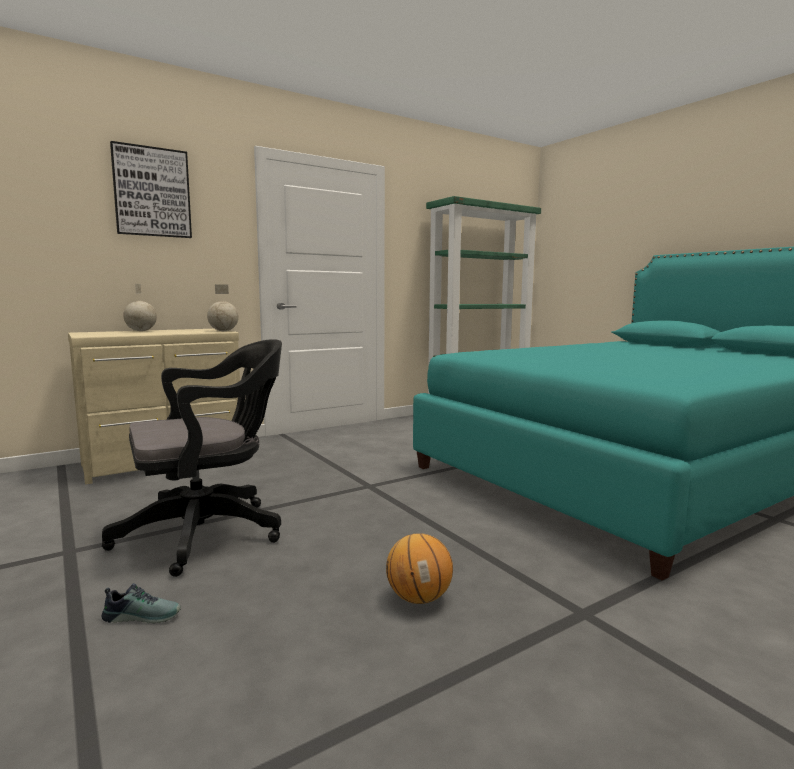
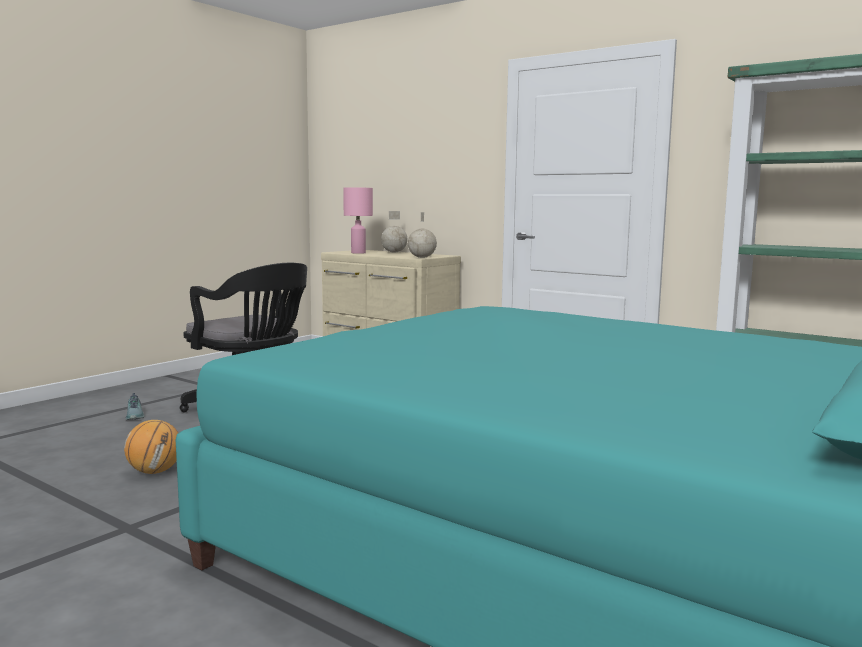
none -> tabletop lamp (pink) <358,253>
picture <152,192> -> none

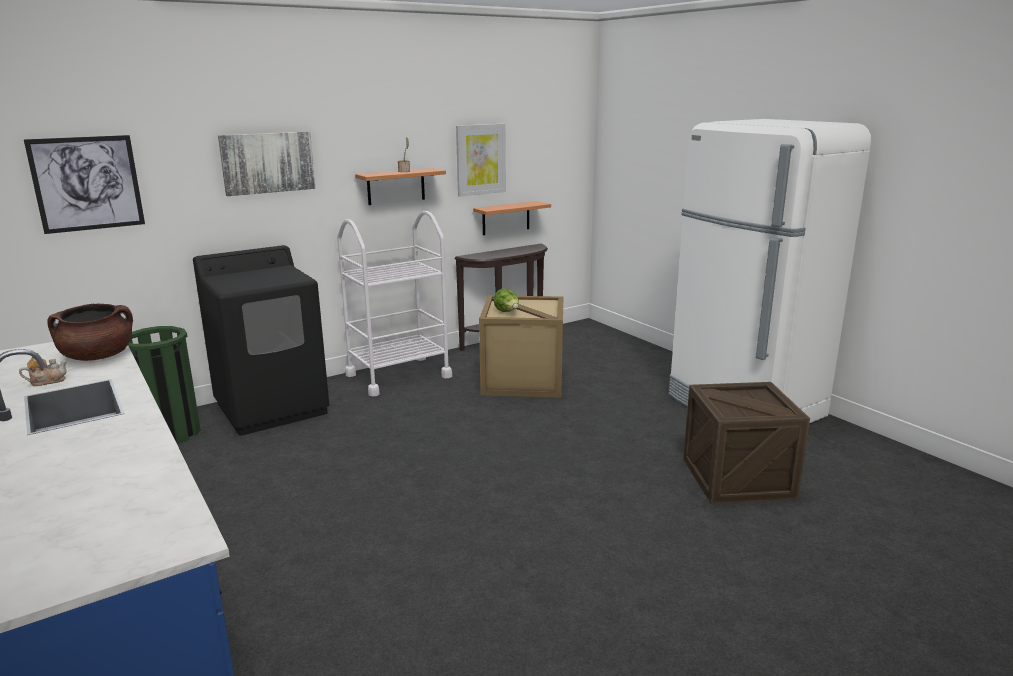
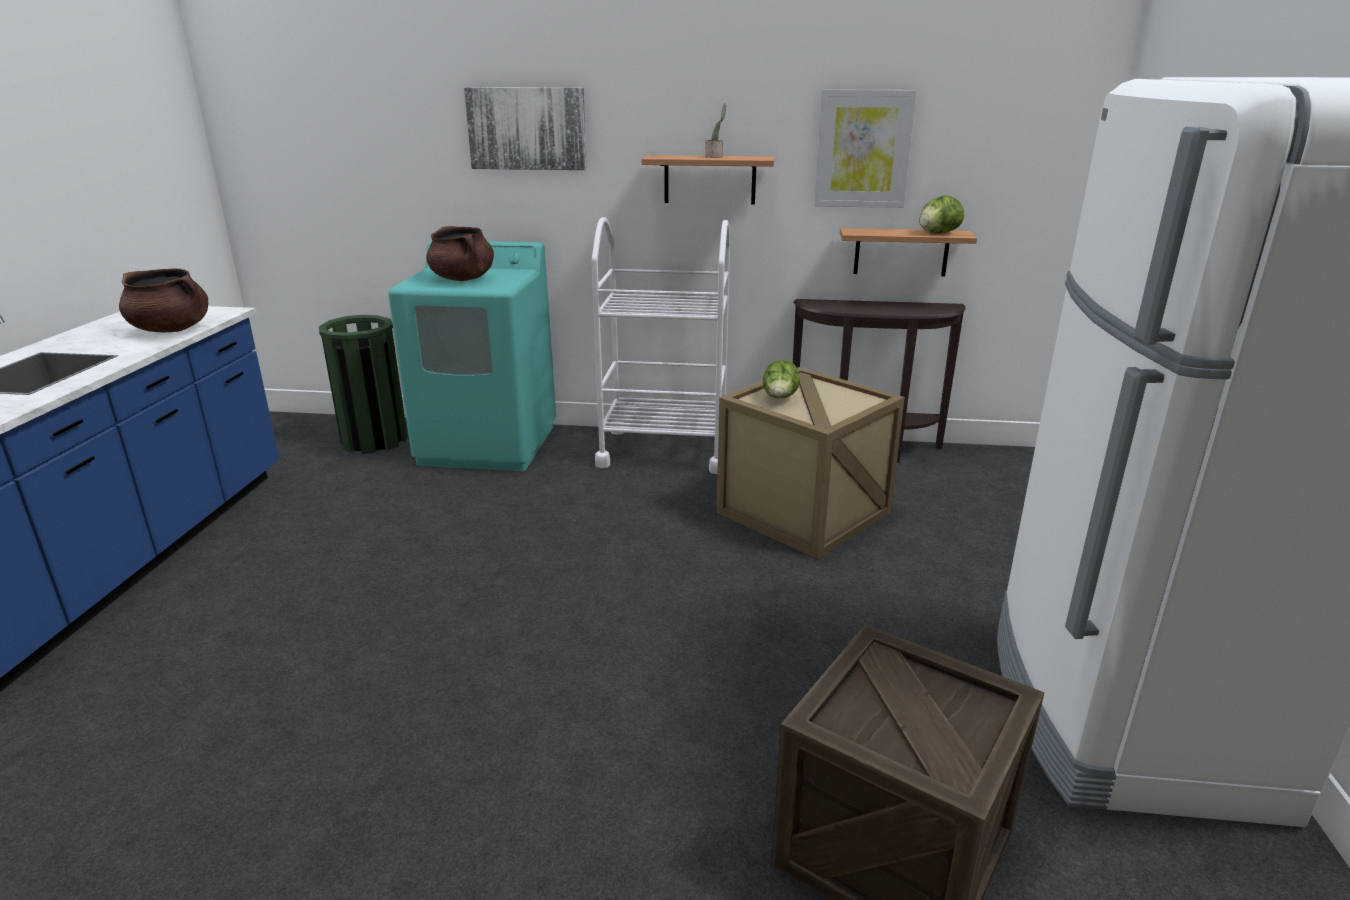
laundry appliance (black-coloured) <272,408> -> laundry appliance (turquoise-coloured) <489,445>
none -> cooking pot (brown-coloured) <463,279>
none -> lettuce <937,233>
tea pot <47,381> -> none
picture <87,183> -> none

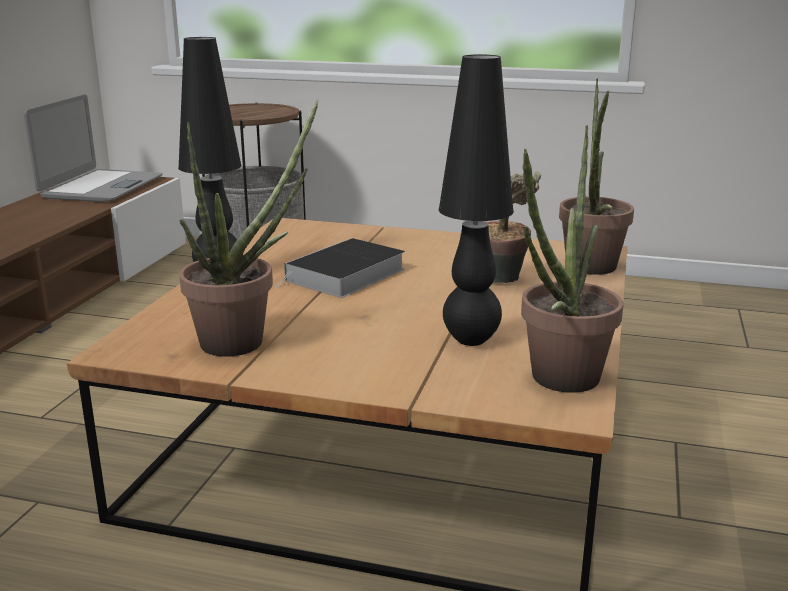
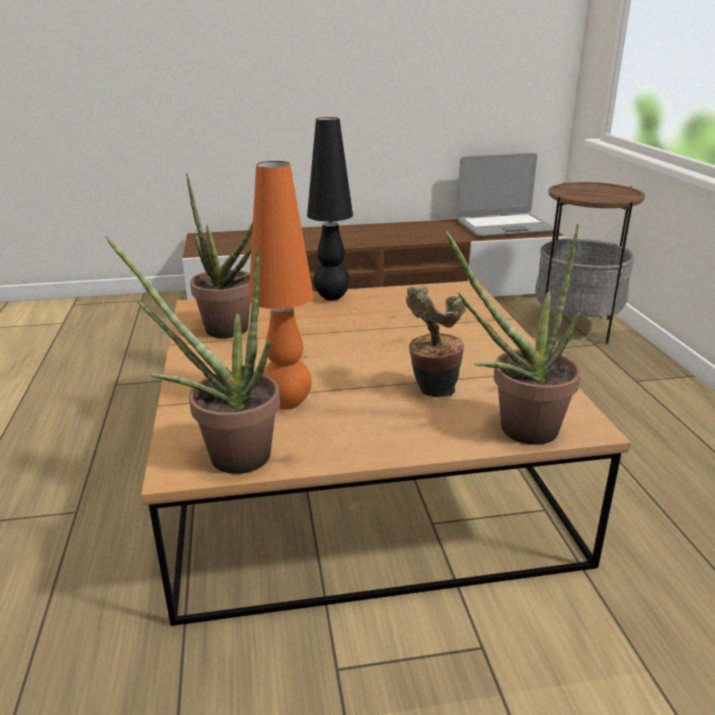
tabletop lamp (black-coloured) <471,340> -> tabletop lamp (orange-coloured) <287,404>
book <344,276> -> none

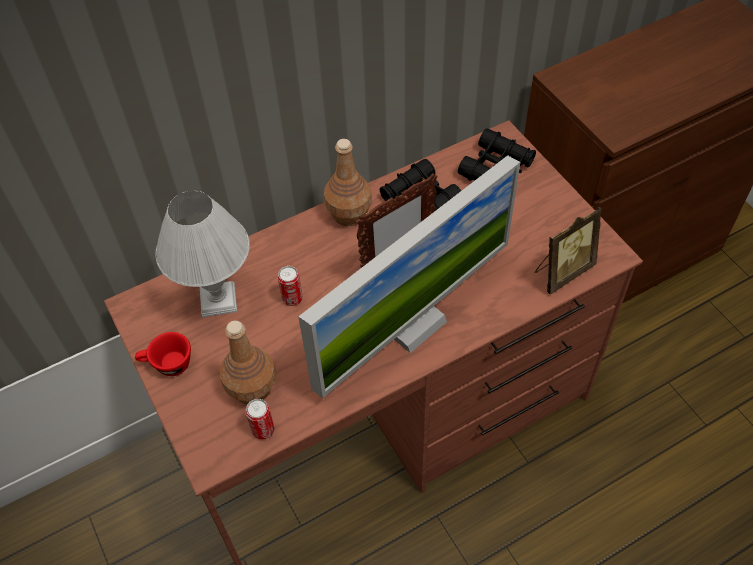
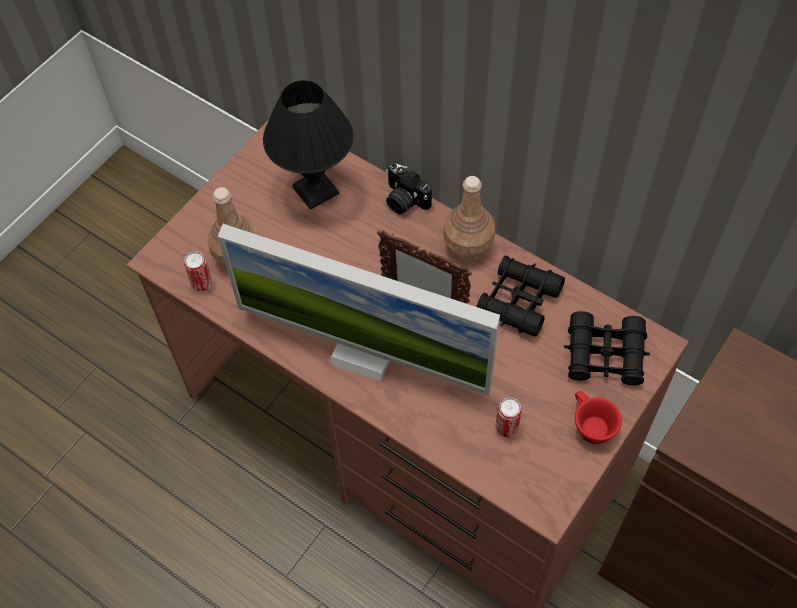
tabletop lamp (white-coloured) <217,301> -> tabletop lamp (black-coloured) <314,190>
none -> still camera <404,200>
metal can <292,298> -> metal can <506,427>, move
small cup (red-coloured) <167,365> -> small cup (red-coloured) <590,425>, move
picture frame <562,271> -> none

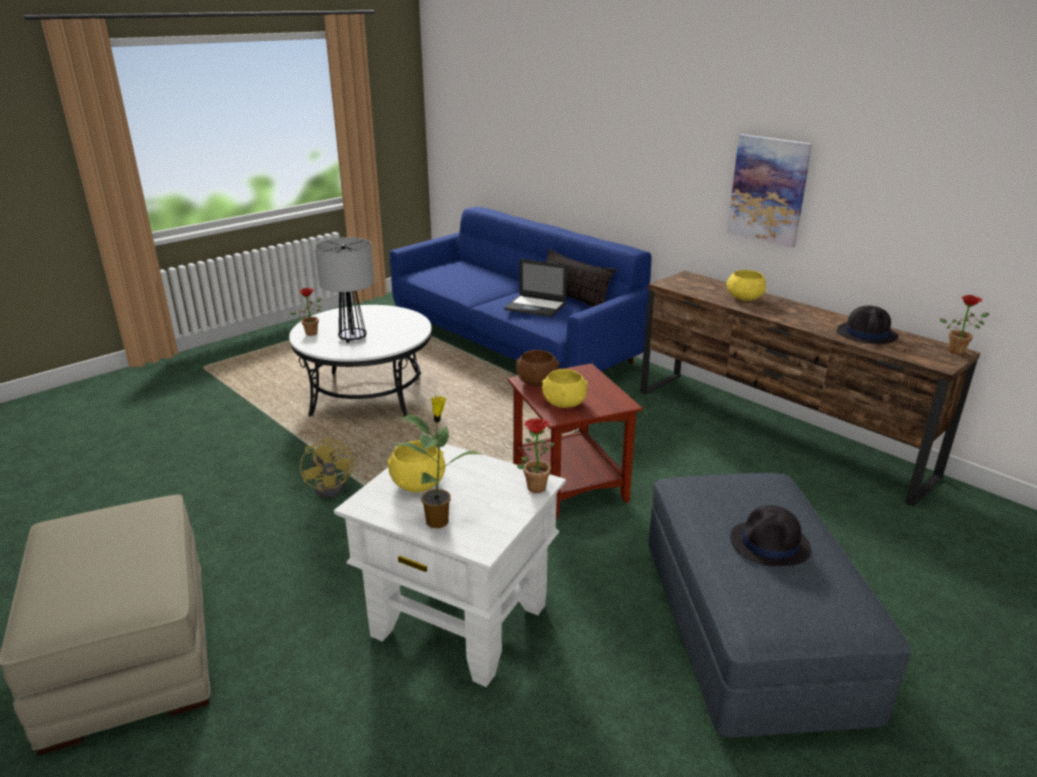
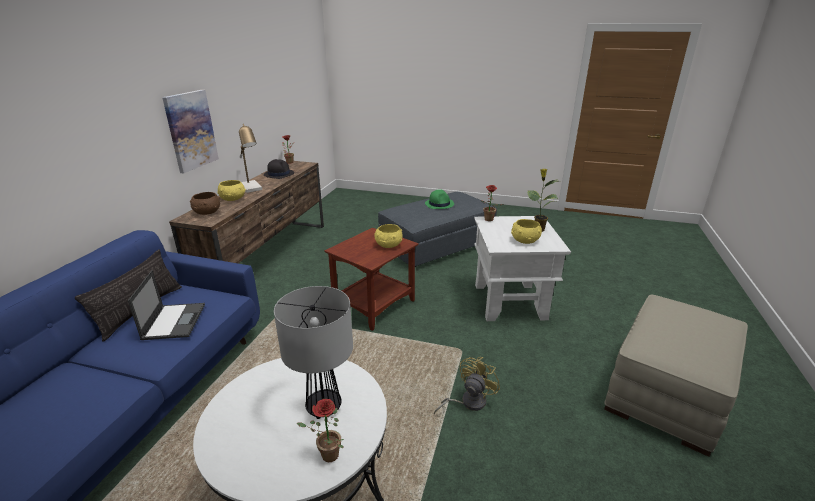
bowl (brown-coloured) <537,382> -> bowl (brown-coloured) <207,212>, move
none -> tabletop lamp <252,188>
clothing hat (black-coloured) <770,544> -> clothing hat (greenish) <439,204>

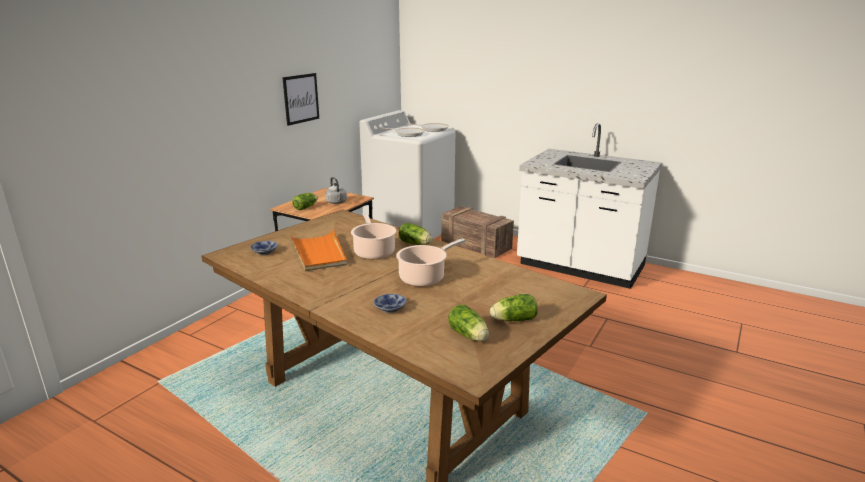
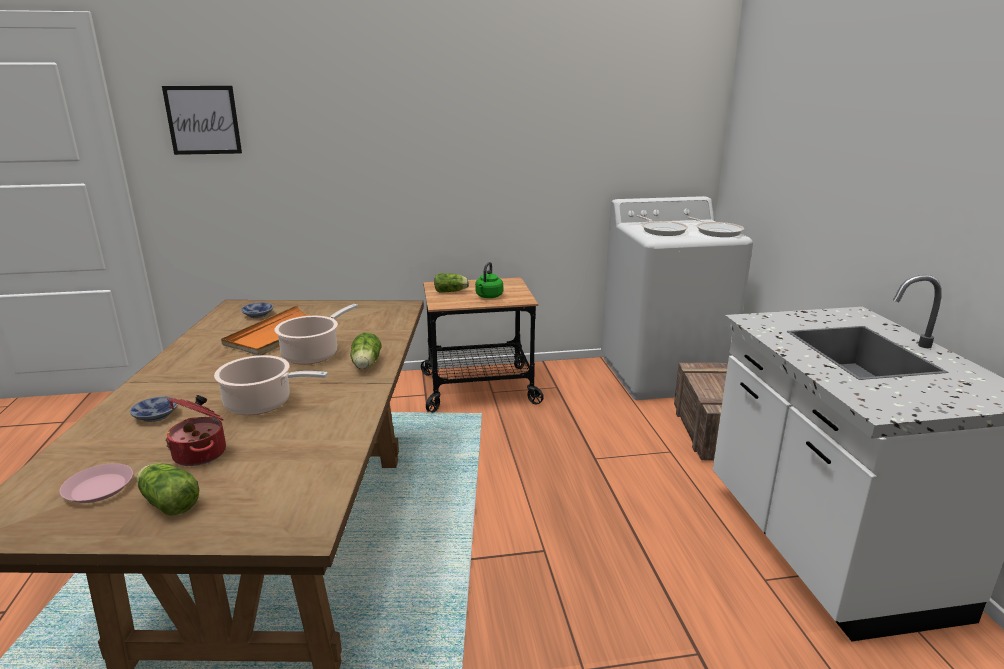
lettuce <469,336> -> dinner plate (pink) <99,488>
picture <301,98> -> picture <203,120>, move
none -> cooking pot <201,453>
tea kettle (grey) <337,202> -> tea kettle (greenish) <488,296>

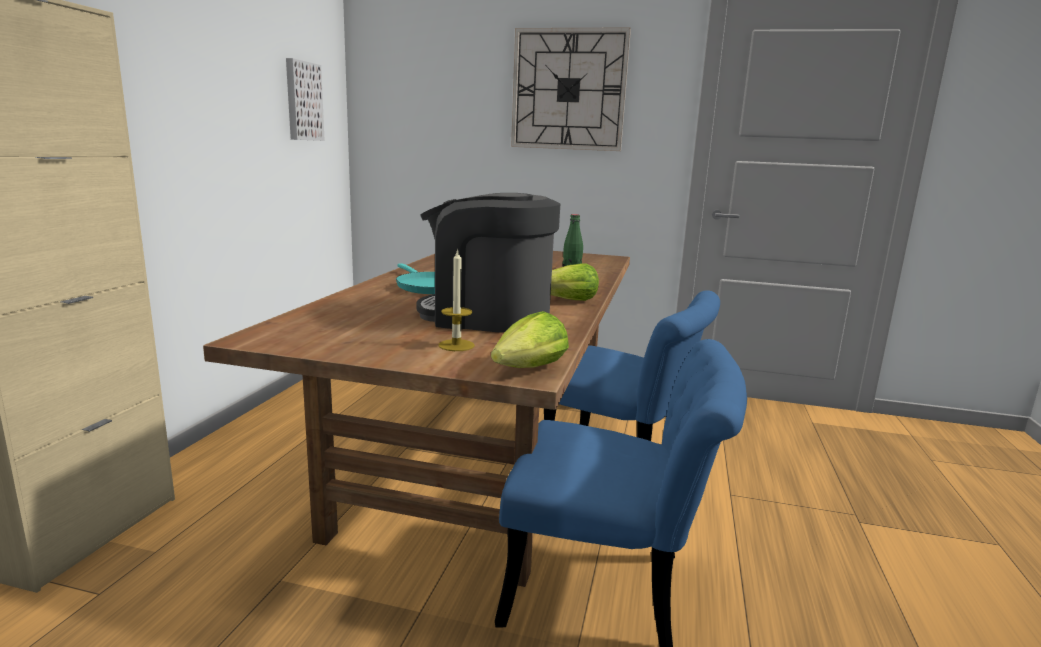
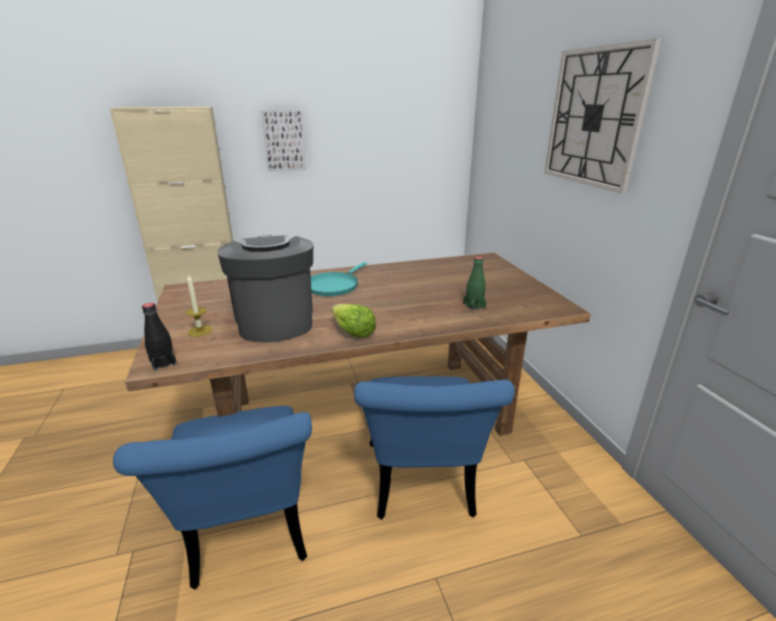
lettuce <530,369> -> drink bottle (black-coloured) <163,363>
picture <302,101> -> picture <284,140>, move

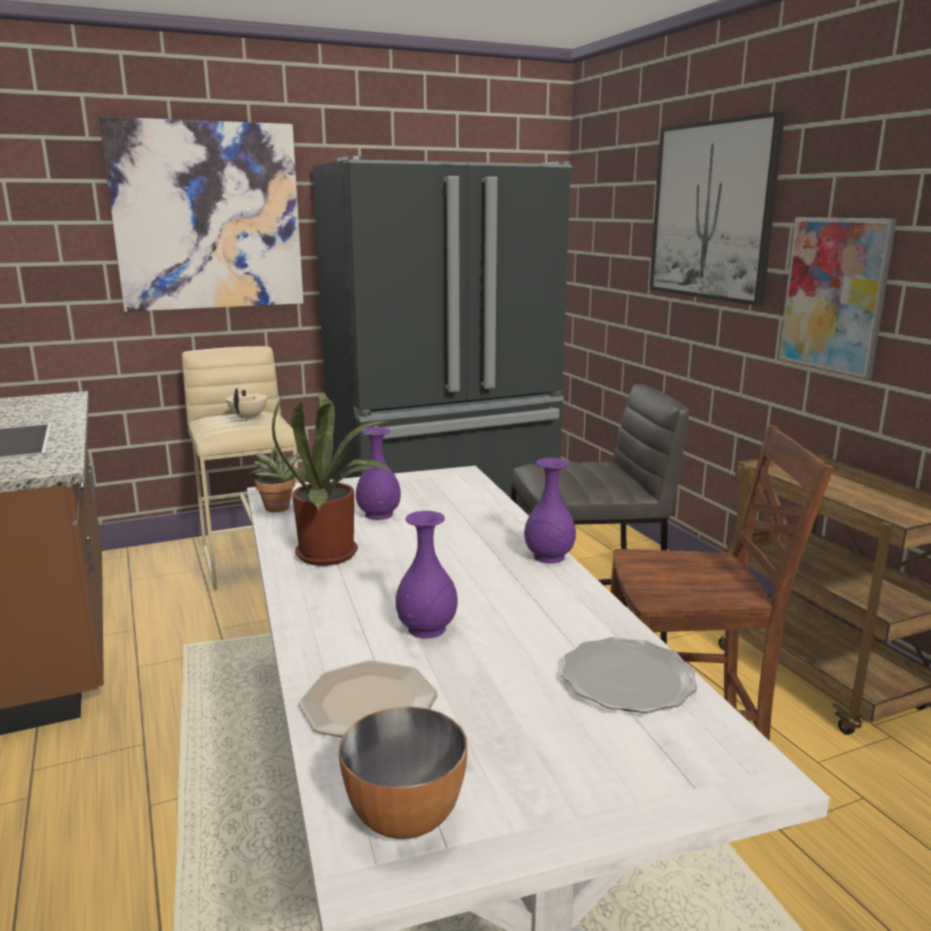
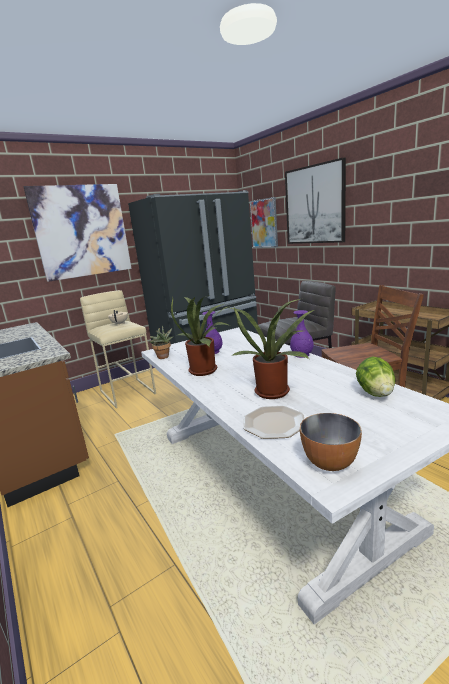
vase (purple-coloured) <427,629> -> plant in a pot <274,391>
picture <834,295> -> picture <264,223>, move
dinner plate <628,680> -> lettuce <375,393>

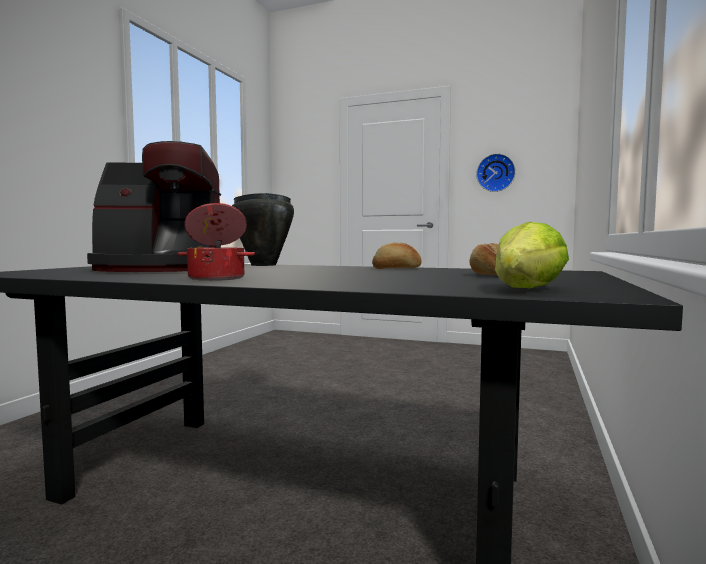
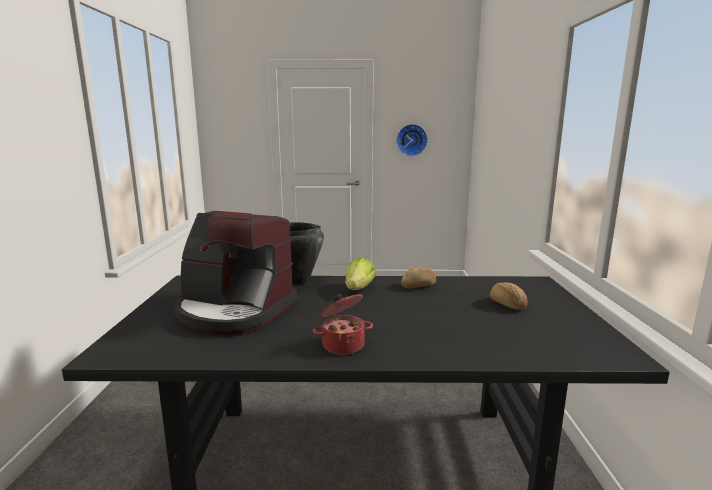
coffee machine <160,269> -> coffee machine <234,311>, 45 degrees clockwise
lettuce <527,289> -> lettuce <359,289>, move

